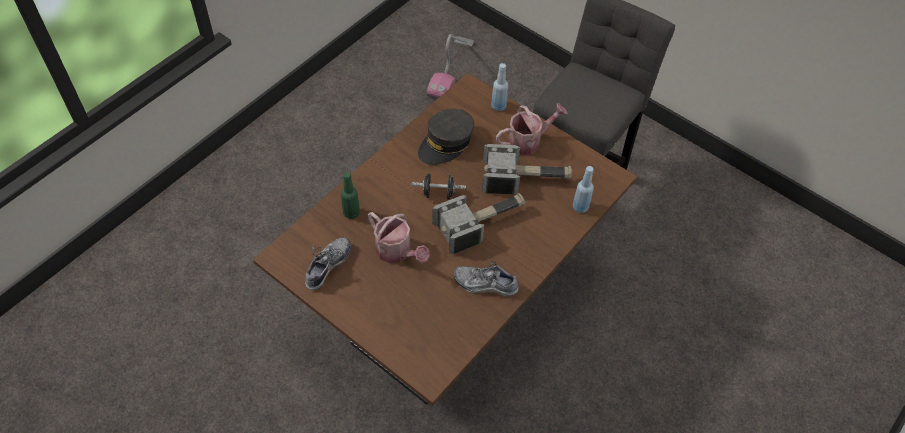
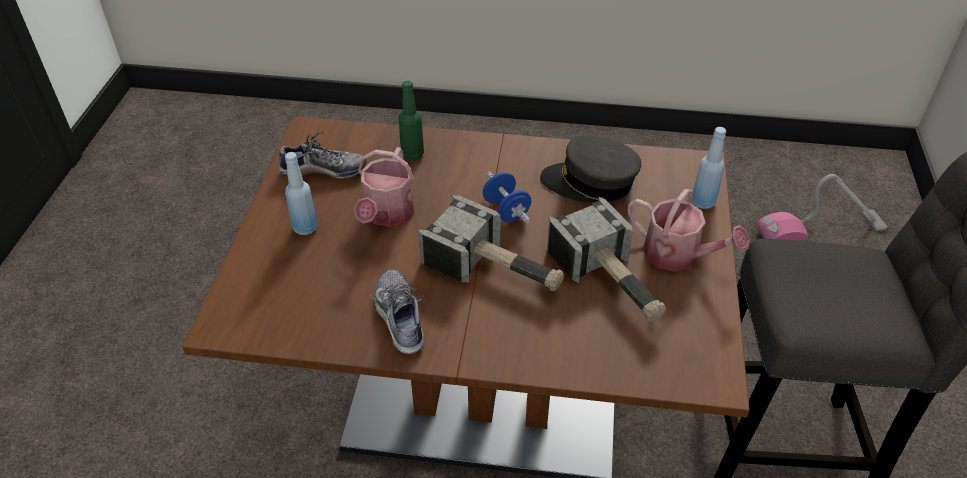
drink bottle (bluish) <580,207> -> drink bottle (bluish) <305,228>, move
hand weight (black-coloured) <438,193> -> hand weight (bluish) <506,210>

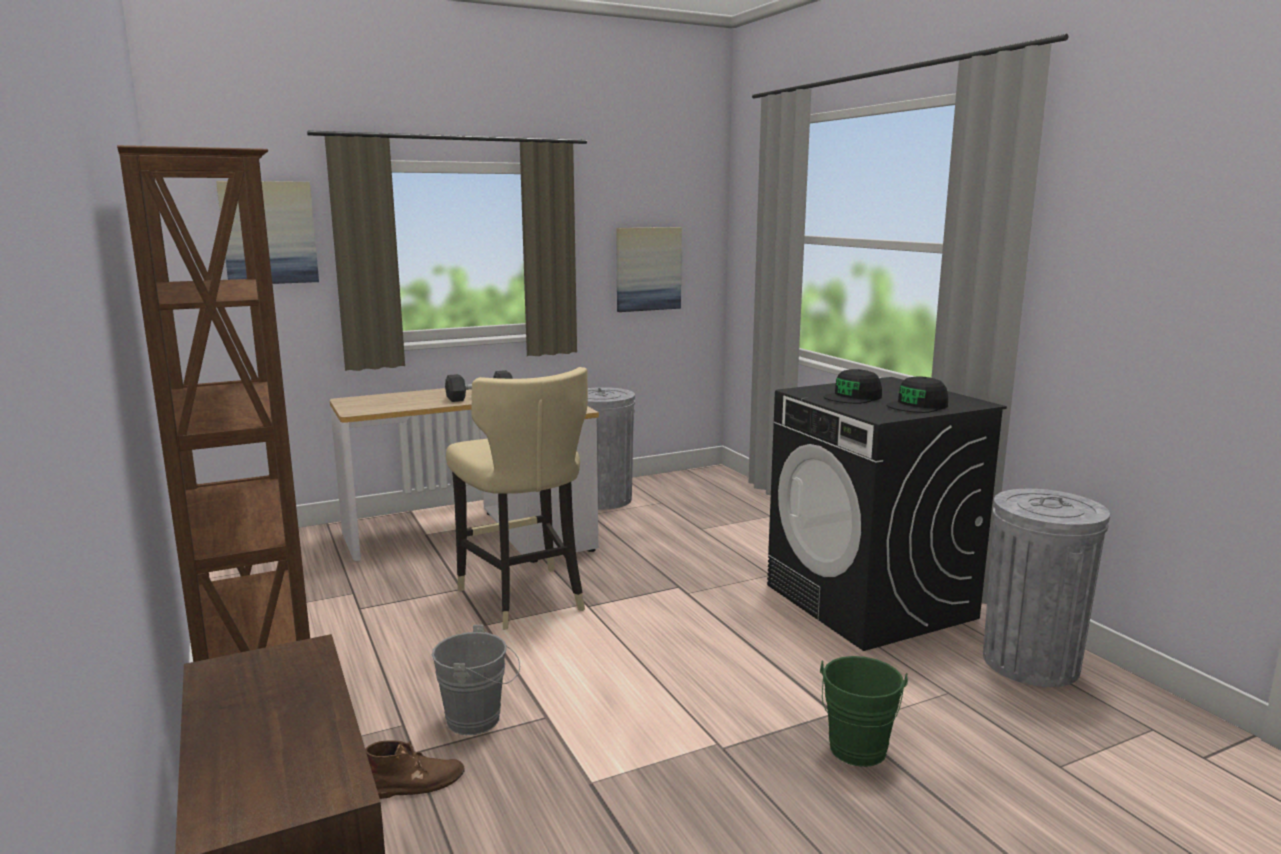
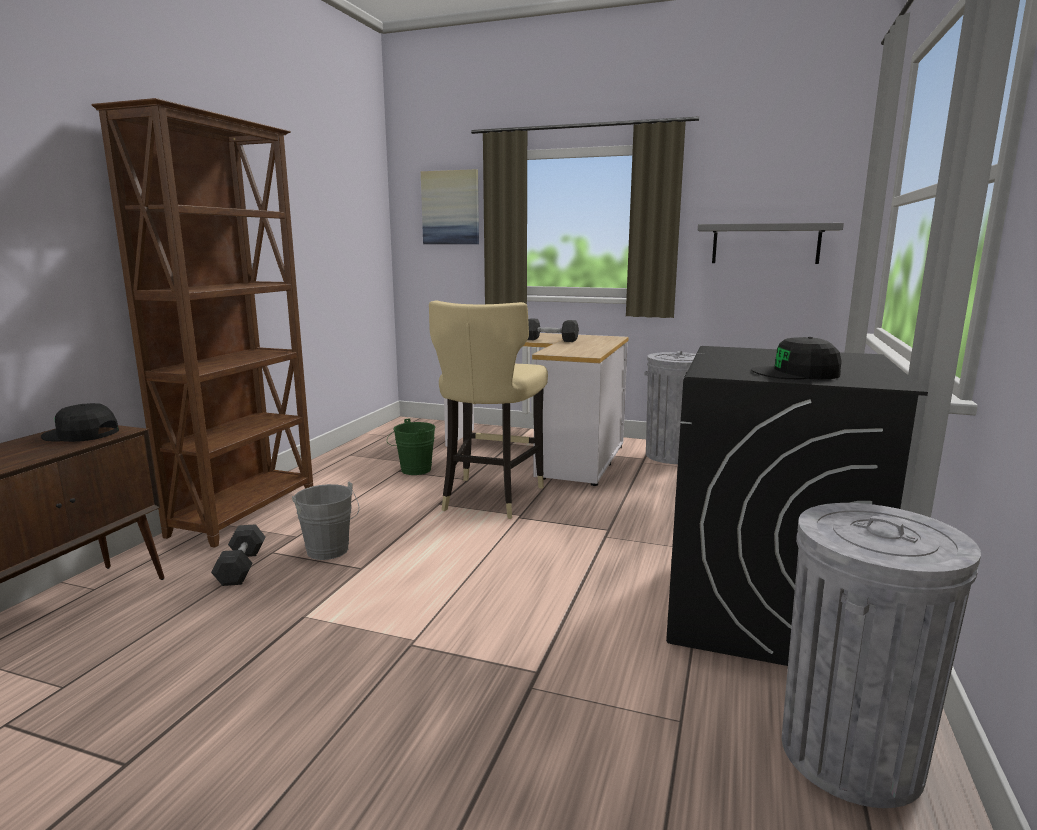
cap (black-coloured) <853,397> -> cap (black-coloured) <81,434>, move
high-top boot (brown-coloured) <414,783> -> hand weight (grey) <241,567>
pail (greenish) <857,753> -> pail (greenish) <412,470>, move
picture <648,269> -> bracket shelf (grey) <765,244>

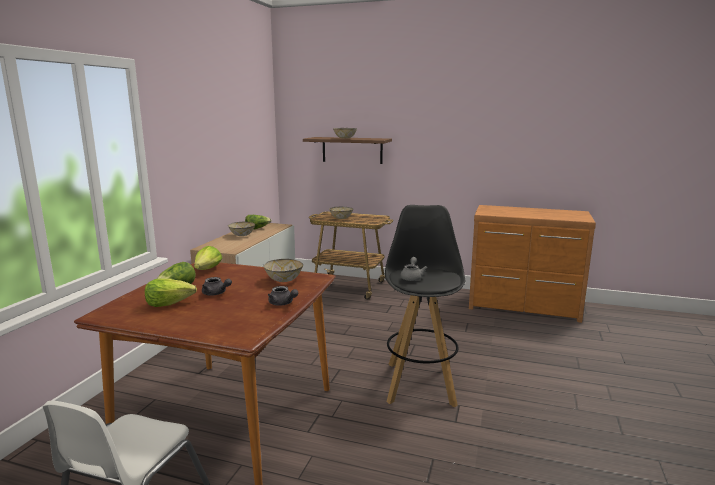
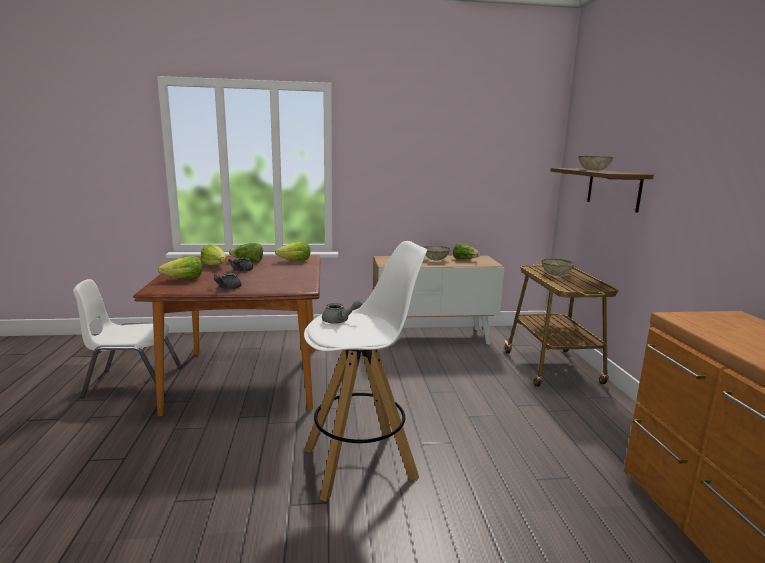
none -> lettuce <183,279>
stool seat (black-coloured) <420,382> -> stool seat (white-coloured) <361,463>
bowl <284,280> -> none

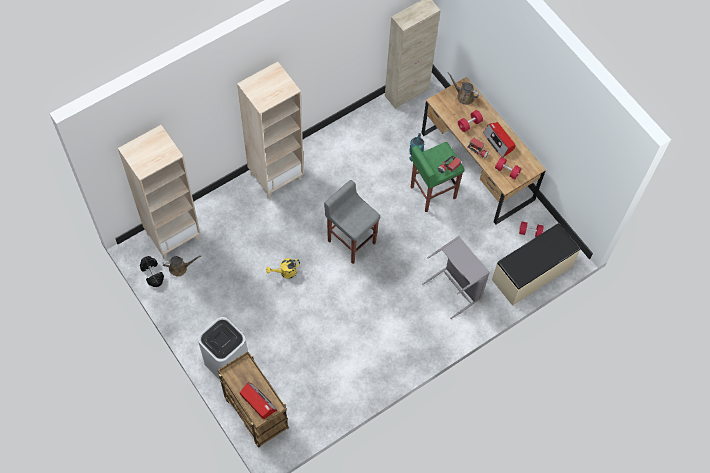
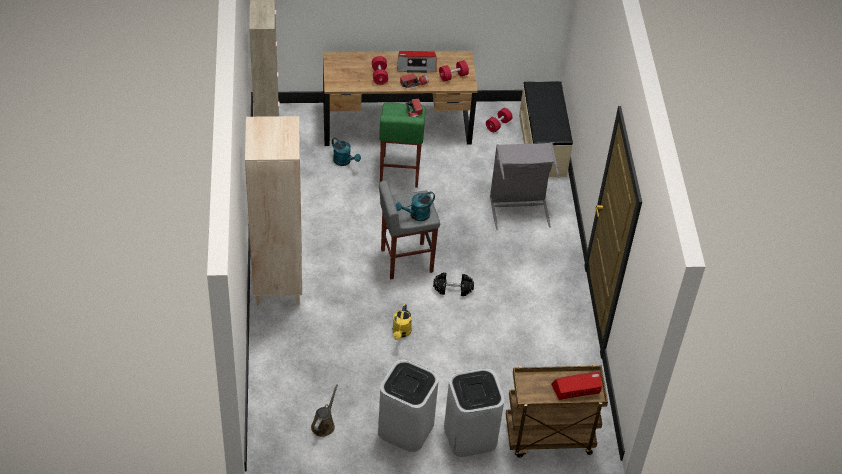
none -> trash can (white-coloured) <405,428>
none -> watering can (turquoise-coloured) <416,215>
hand weight (black-coloured) <152,274> -> hand weight (black-coloured) <453,289>, move
bookshelf (beige) <173,235> -> none
watering can (brown-coloured) <463,96> -> none

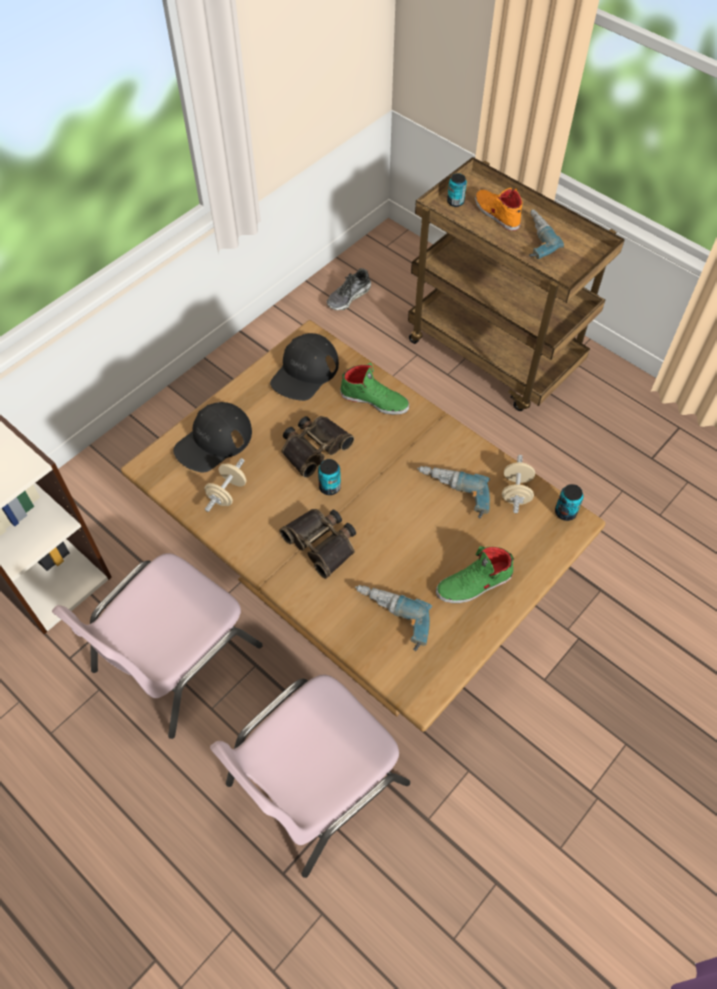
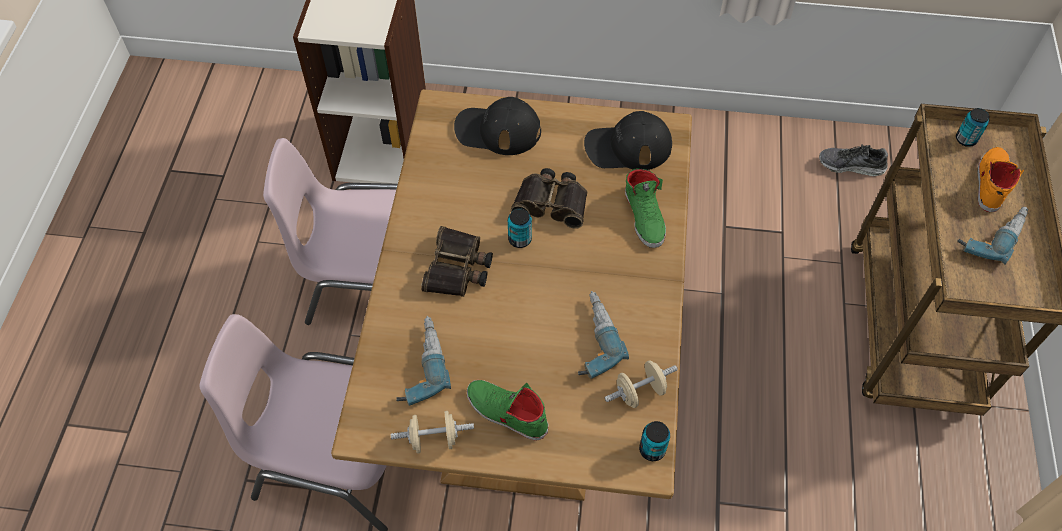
hand weight (beige) <227,493> -> hand weight (beige) <434,439>, move

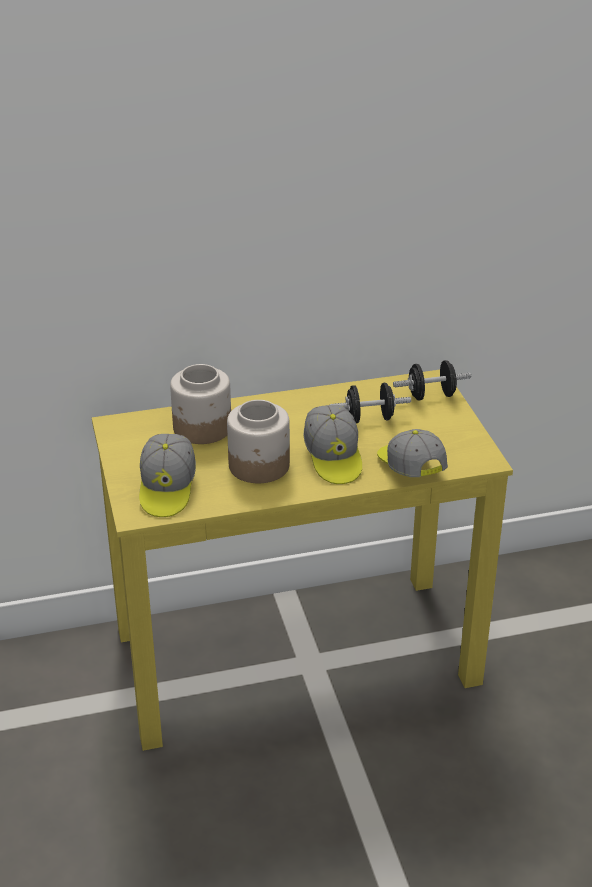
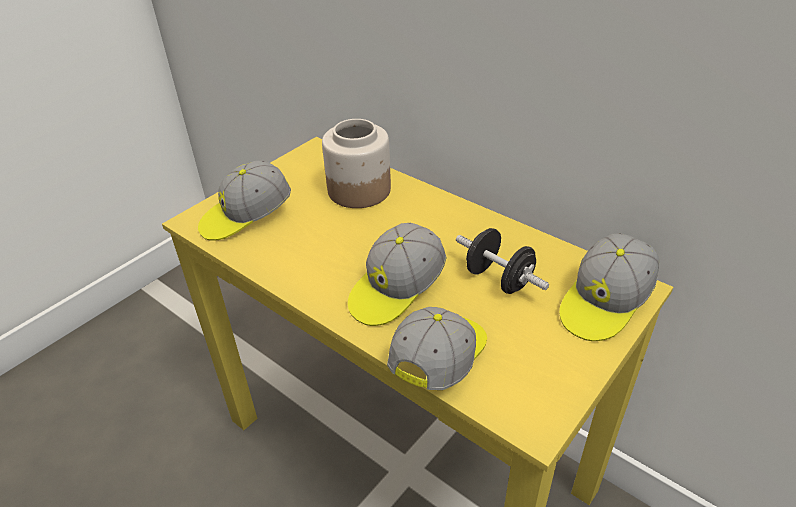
hand weight (black-coloured) <431,396> -> cap <604,303>
preserve jar <259,466> -> none

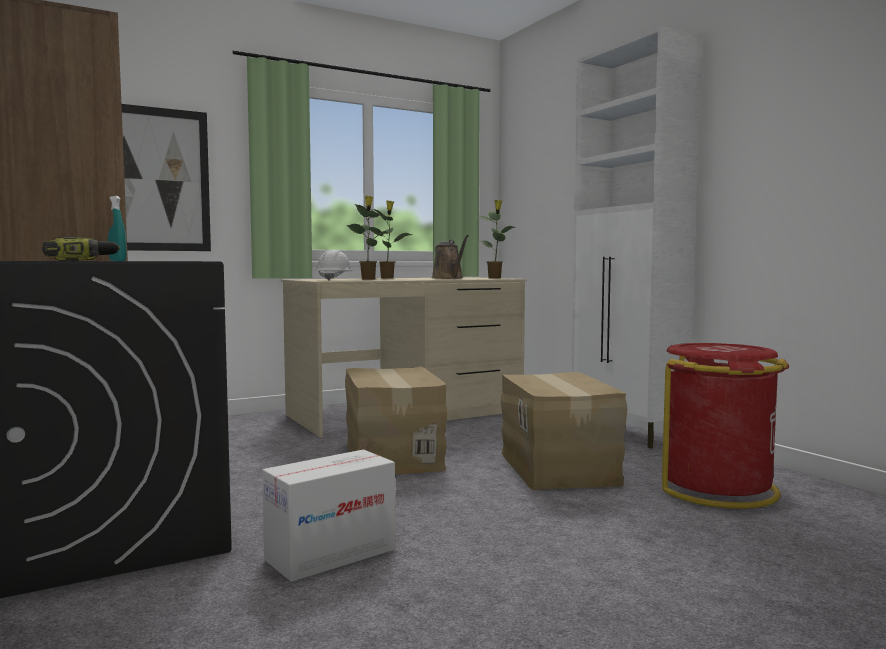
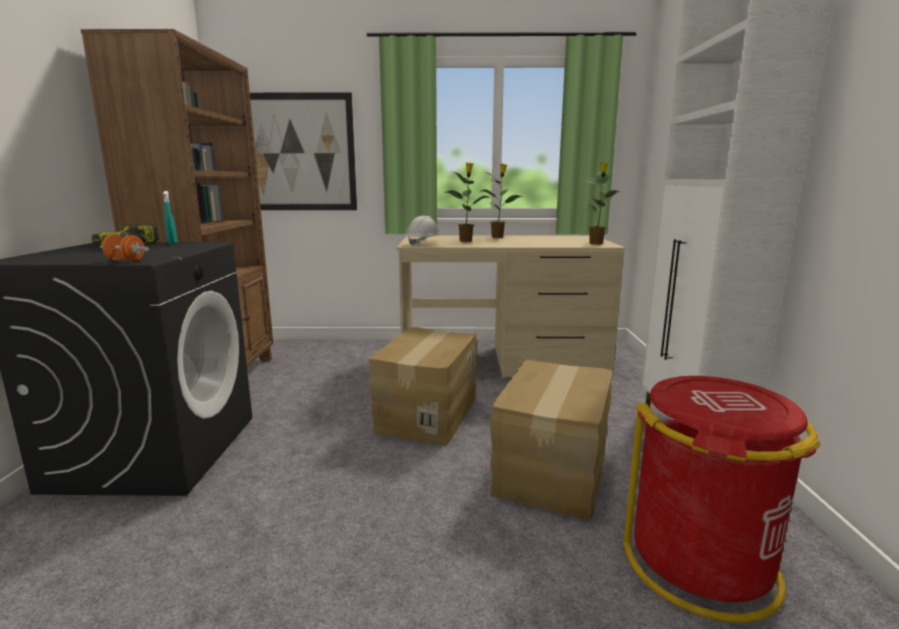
none -> hand weight (orange-coloured) <126,261>
carton <331,554> -> none
watering can (brown-coloured) <449,278> -> none

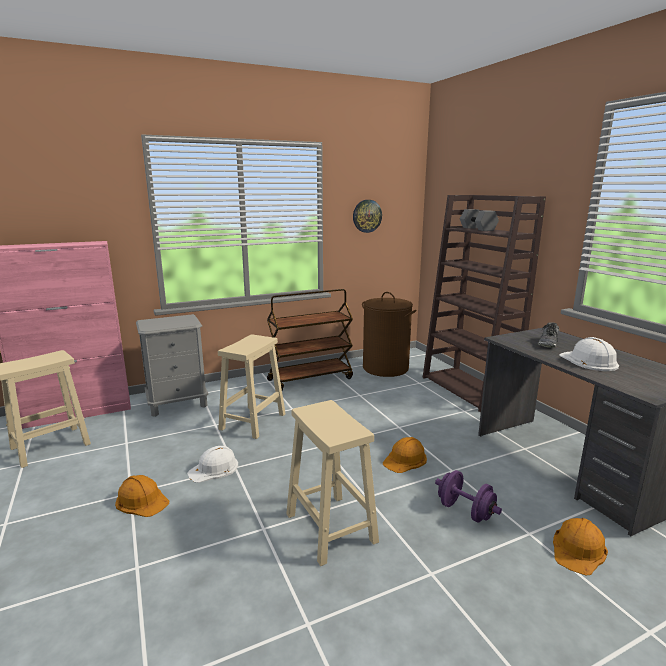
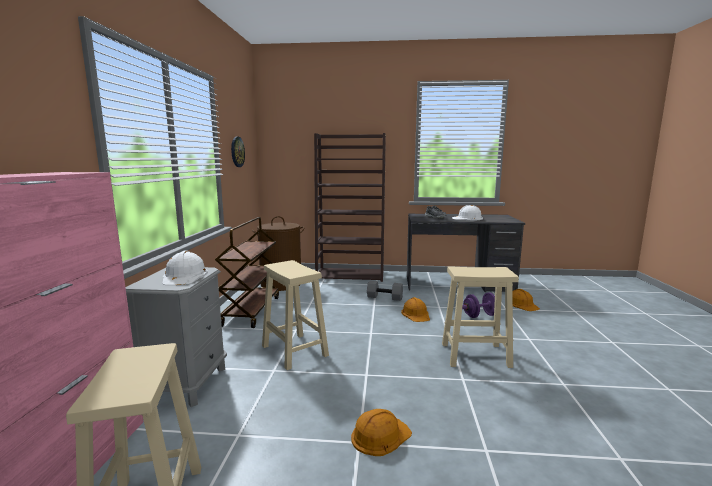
work helmet (white-coloured) <214,469> -> work helmet (white-coloured) <184,276>, move
hand weight (grey) <478,229> -> hand weight (grey) <385,297>, move

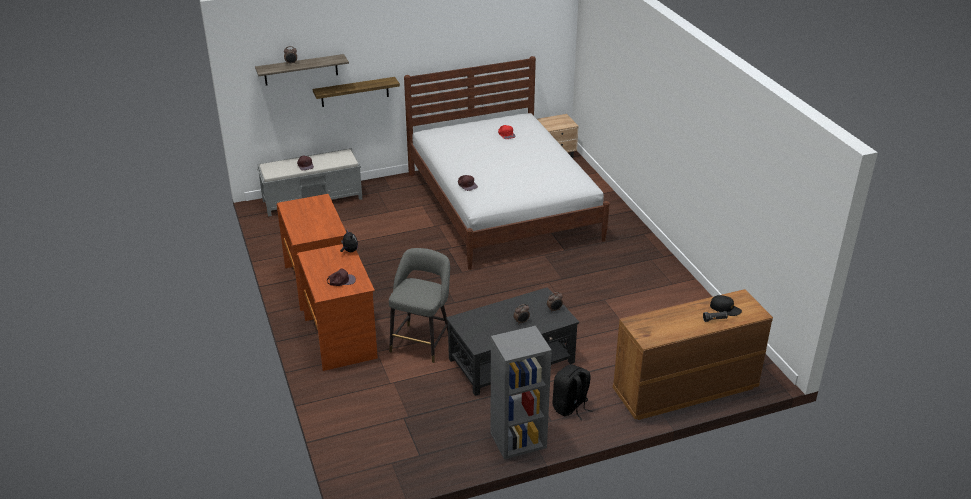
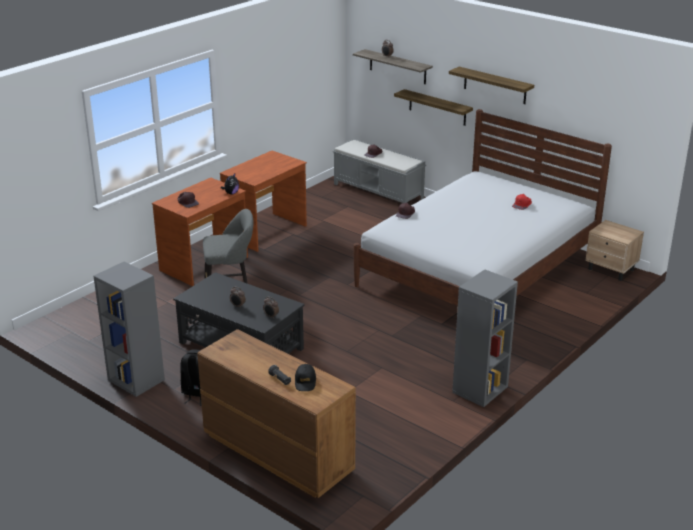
none -> bracket shelf <495,85>
none -> bookshelf (grey) <480,390>

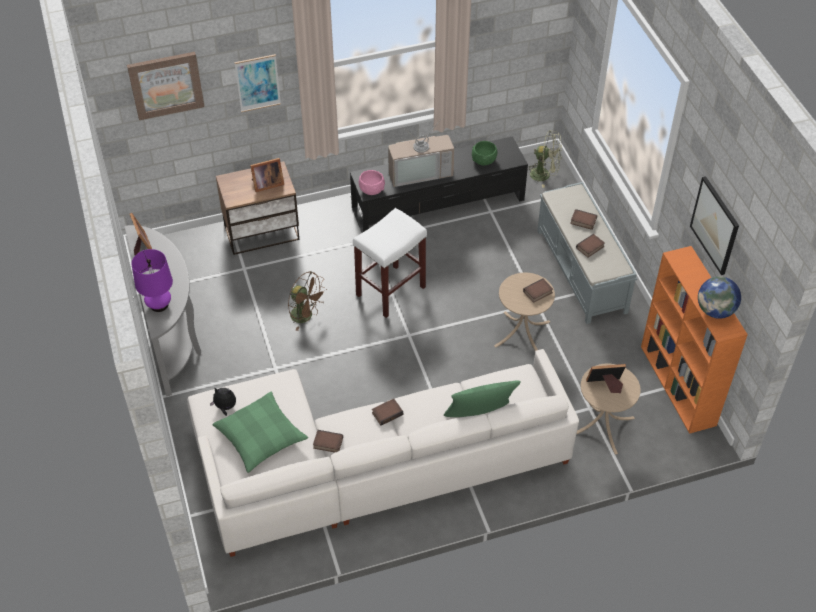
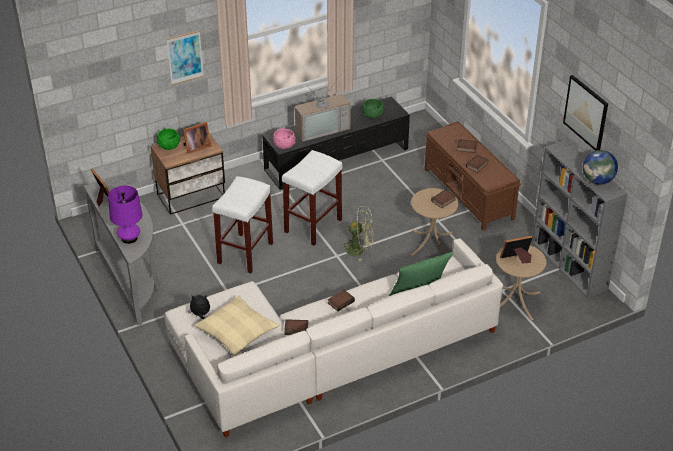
none -> bowl (greenish) <169,146>
throw pillow (greenish) <261,437> -> throw pillow (beige) <237,332>
electric fan (brown-coloured) <306,316> -> stool seat (white-coloured) <245,252>
electric fan (greenish) <544,175> -> electric fan (greenish) <359,250>, move
long seat (grey) <581,271> -> long seat (brown-coloured) <469,194>
bookshelf (orange-coloured) <678,386> -> bookshelf (grey) <569,265>
picture <166,84> -> none

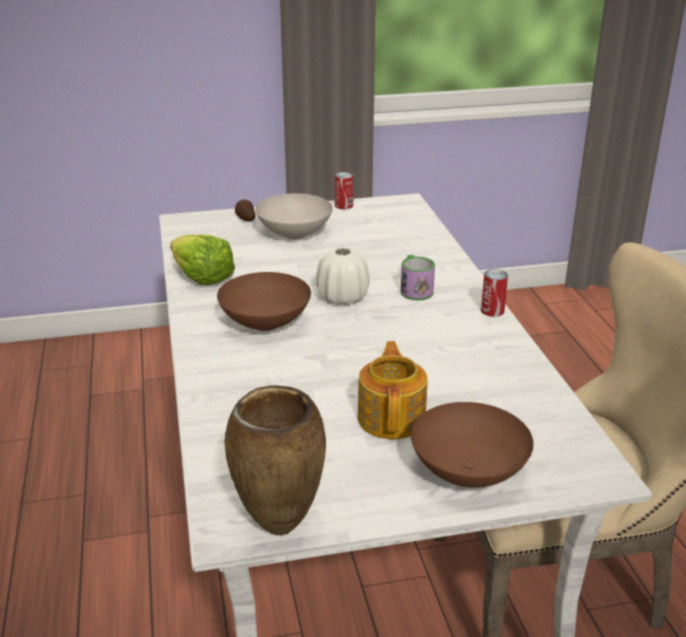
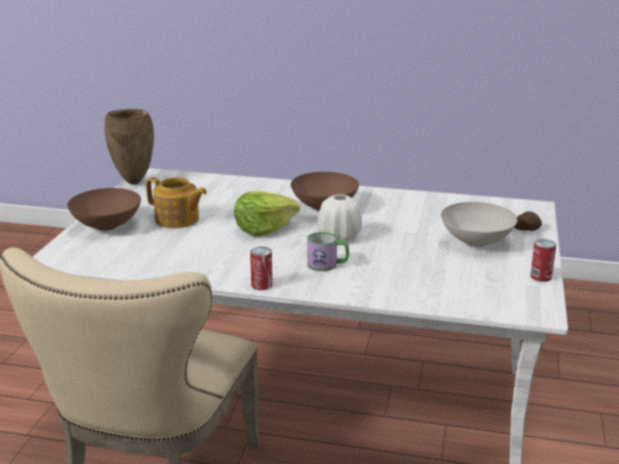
lettuce <202,277> -> lettuce <264,229>, move

